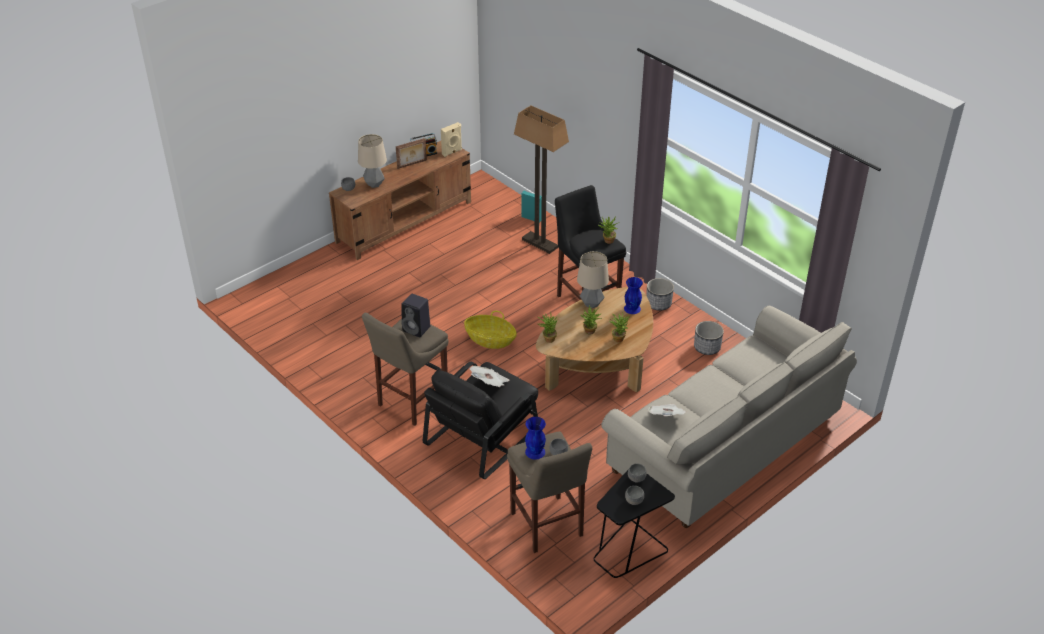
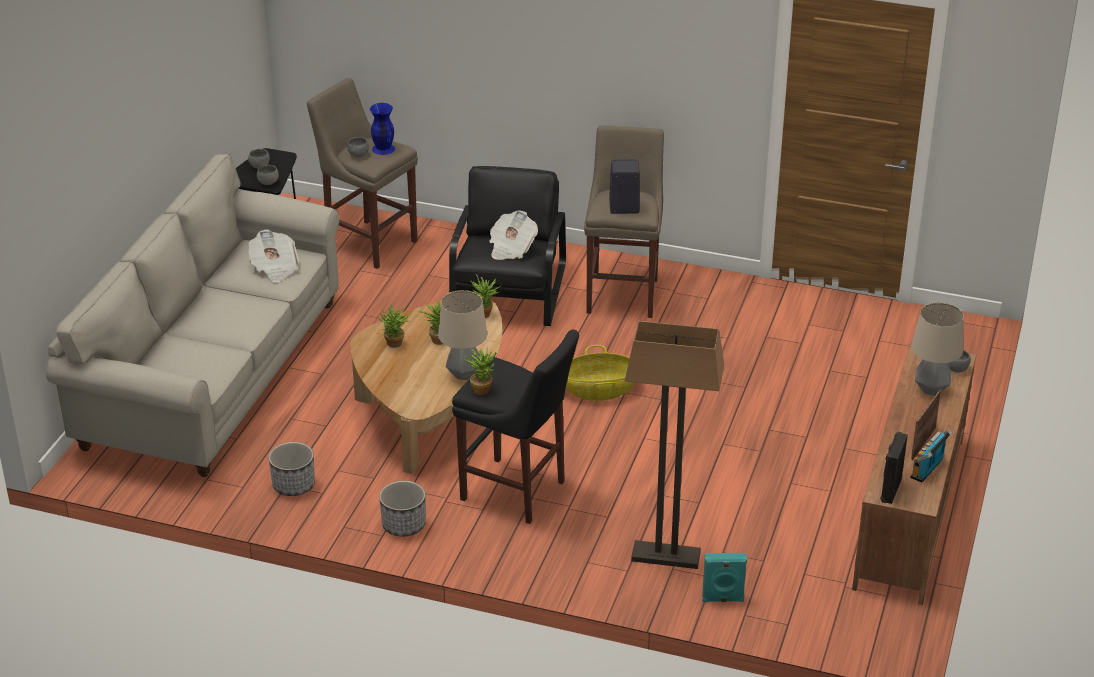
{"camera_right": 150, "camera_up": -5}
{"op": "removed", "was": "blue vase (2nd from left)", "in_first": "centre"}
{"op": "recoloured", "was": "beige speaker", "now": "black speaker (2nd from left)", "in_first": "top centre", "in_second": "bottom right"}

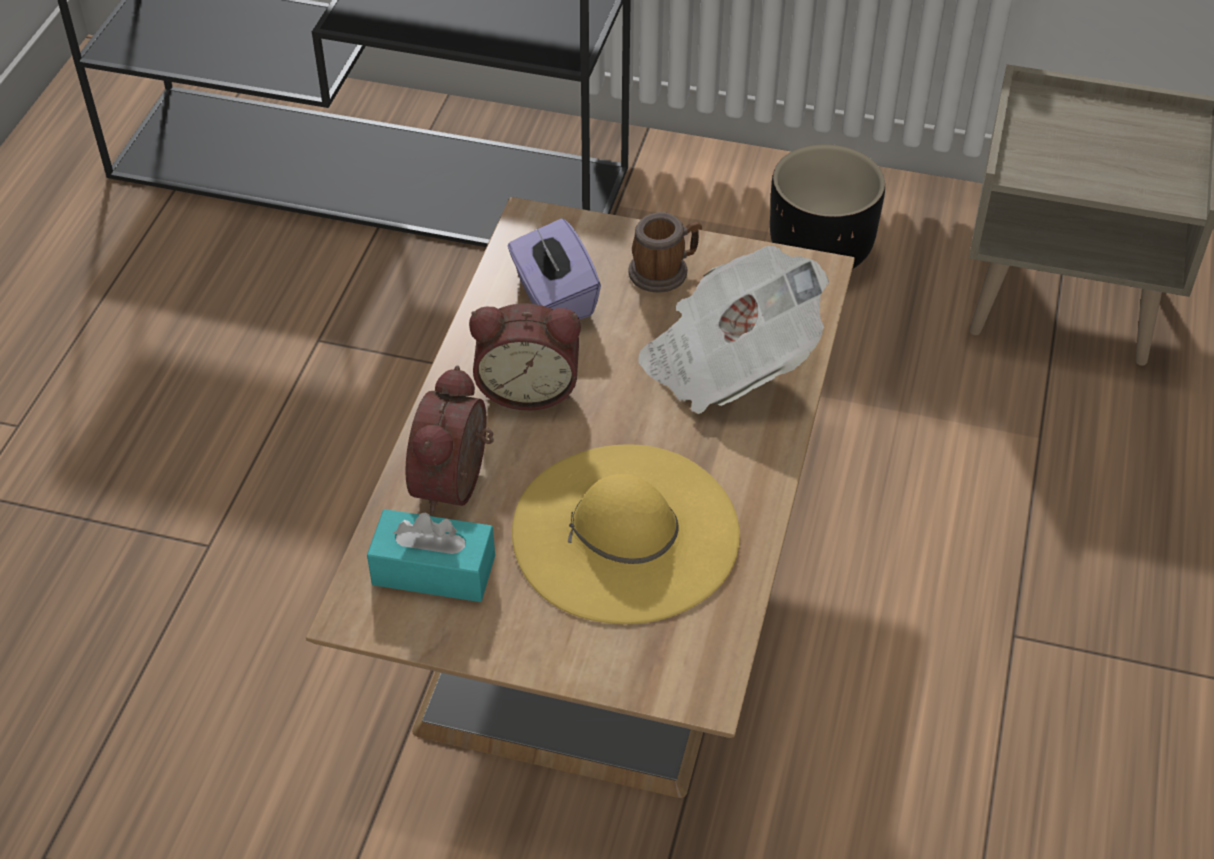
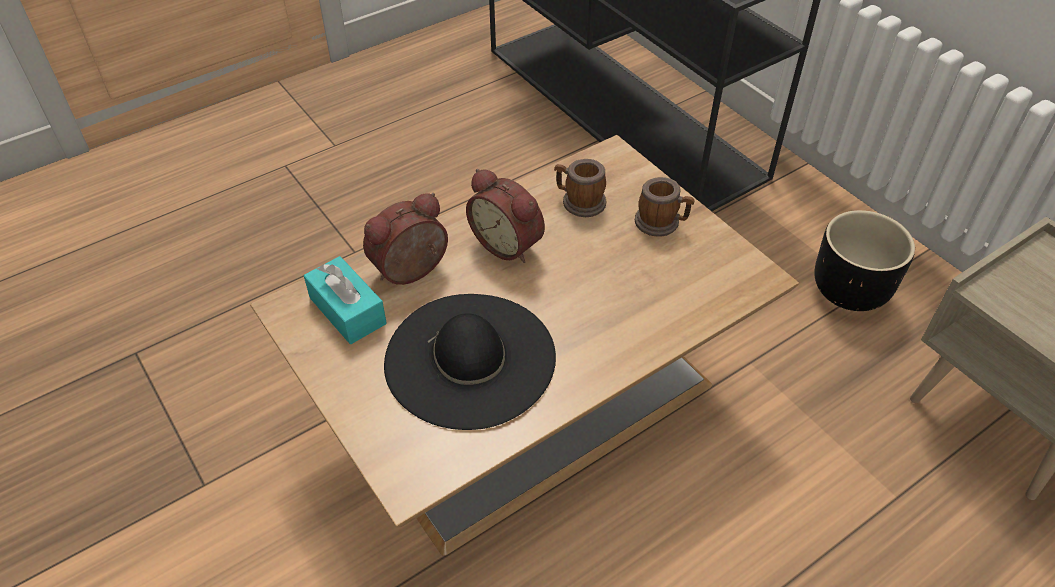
{"camera_right": 40, "camera_up": 0}
{"op": "removed", "was": "newspaper", "in_first": "centre"}
{"op": "replaced", "was": "purple tissue box", "now": "mug (1st from left)", "in_first": "top centre", "in_second": "top centre"}
{"op": "recoloured", "was": "yellow hat", "now": "black hat", "in_first": "centre", "in_second": "centre"}

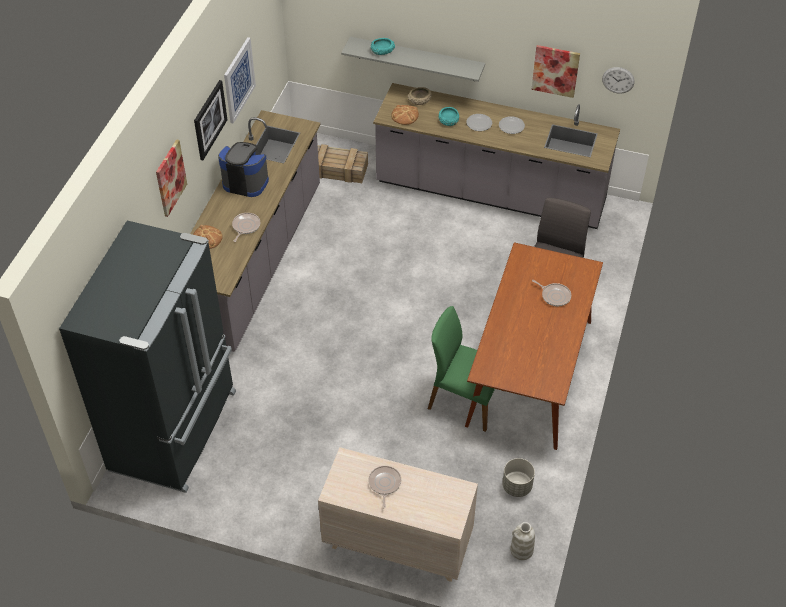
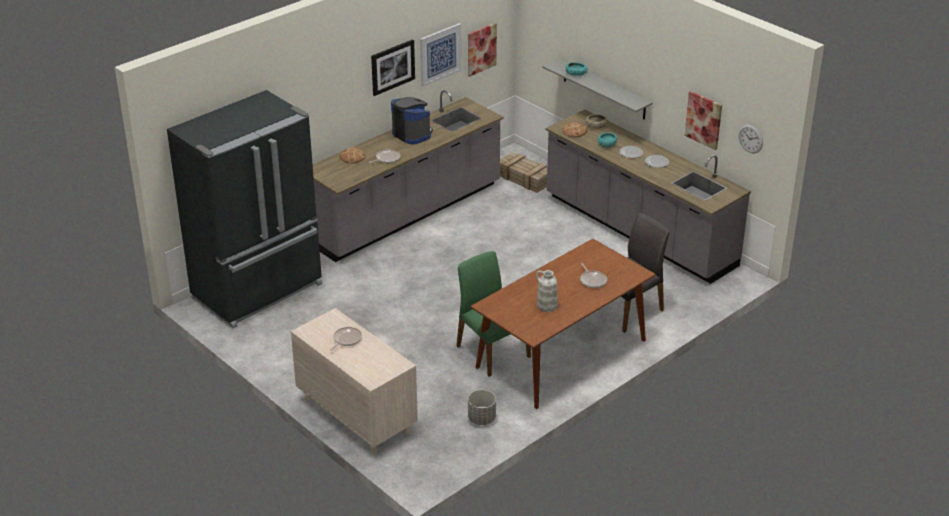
{"camera_right": 30, "camera_up": -15}
{"op": "moved", "was": "picture (1st from left in the first image)", "now": "picture (3rd from left)", "in_first": "top left", "in_second": "top centre"}
{"op": "moved", "was": "white vase", "in_first": "bottom centre", "in_second": "centre"}

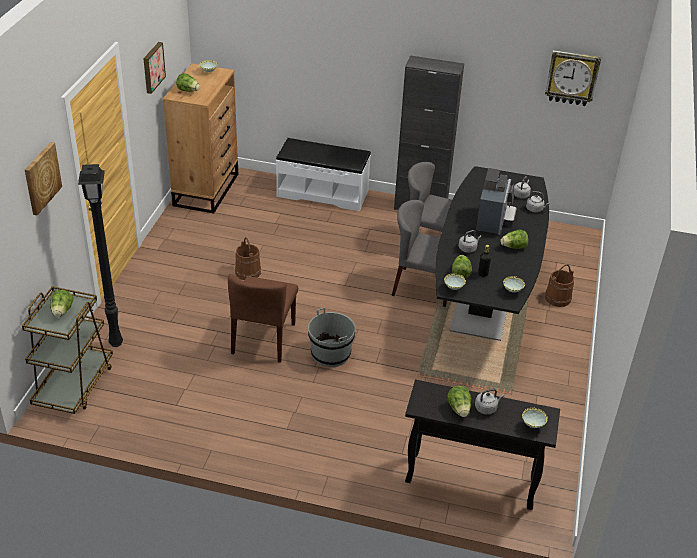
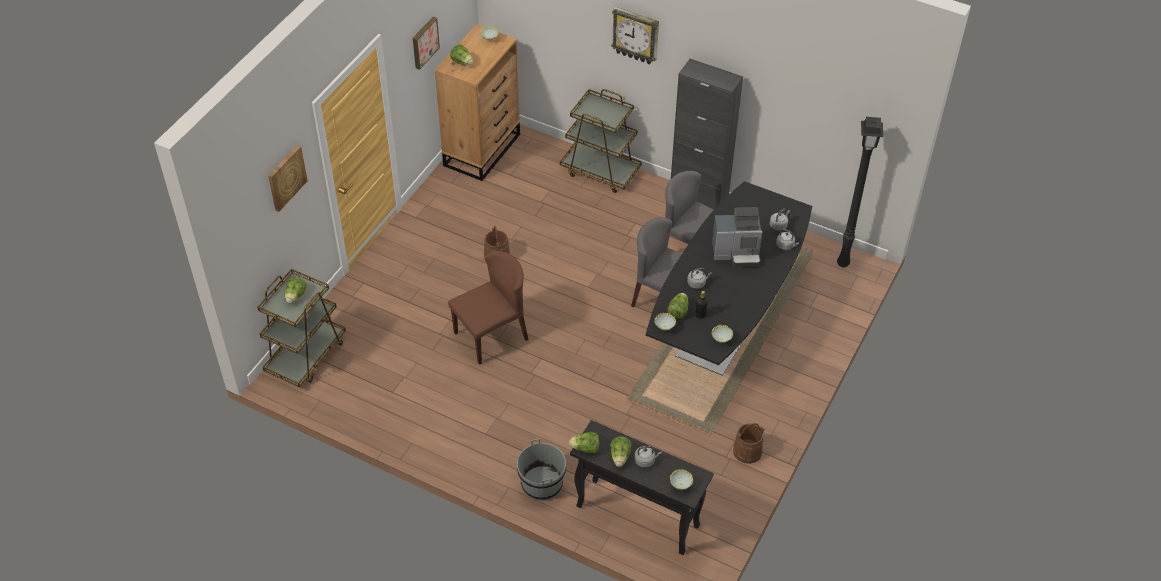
{"camera_right": 15, "camera_up": 10}
{"op": "moved", "was": "black floor lamp", "in_first": "middle left", "in_second": "top right"}
{"op": "moved", "was": "grey bucket", "in_first": "centre", "in_second": "bottom centre"}
{"op": "moved", "was": "lettuce (5th from left in the first image)", "now": "lettuce (3rd from left)", "in_first": "middle right", "in_second": "bottom centre"}
{"op": "moved", "was": "wall clock", "in_first": "top right", "in_second": "top centre"}
{"op": "moved", "was": "brown bucket (2nd from left)", "in_first": "middle right", "in_second": "bottom centre"}
{"op": "replaced", "was": "white bench", "now": "brown cart (2nd from left)", "in_first": "top centre", "in_second": "top centre"}
{"op": "turned", "was": "brown chair", "in_first": "centre", "in_second": "centre", "clockwise": -150}
{"op": "turned", "was": "coffee machine", "in_first": "middle right", "in_second": "centre", "clockwise": 60}

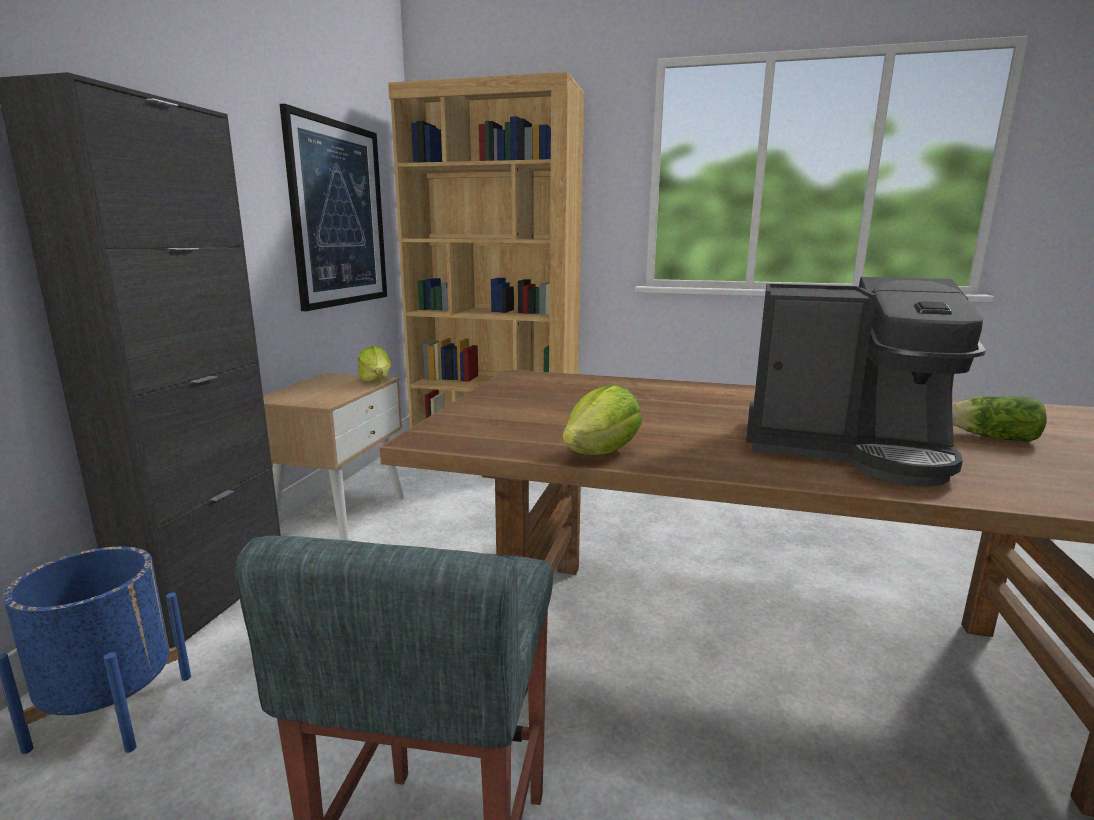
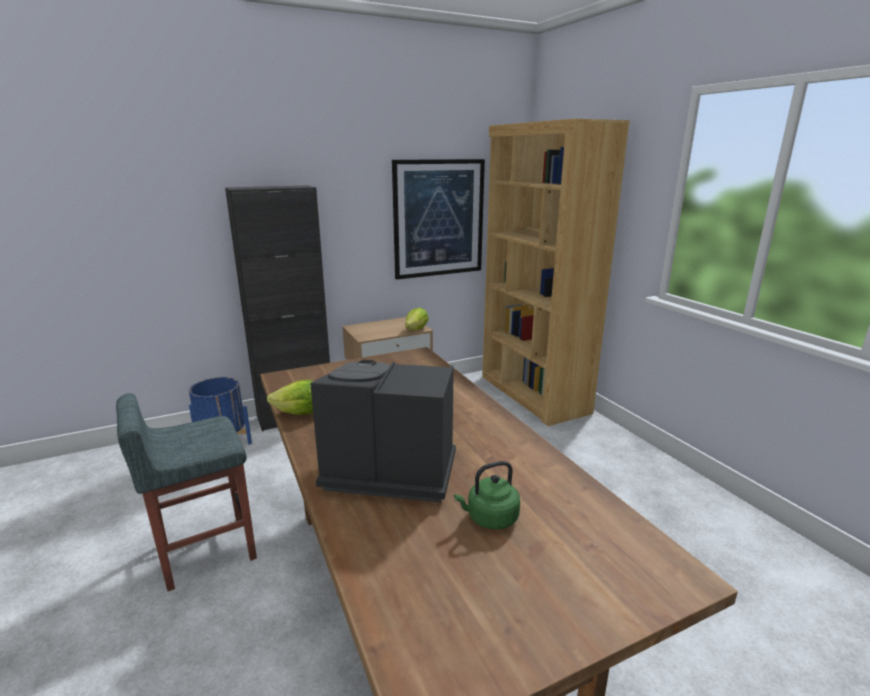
{"camera_right": 50, "camera_up": 5}
{"op": "replaced", "was": "lettuce (3rd from left)", "now": "green kettle", "in_first": "middle right", "in_second": "bottom centre"}
{"op": "turned", "was": "coffee machine", "in_first": "middle right", "in_second": "centre", "clockwise": 120}

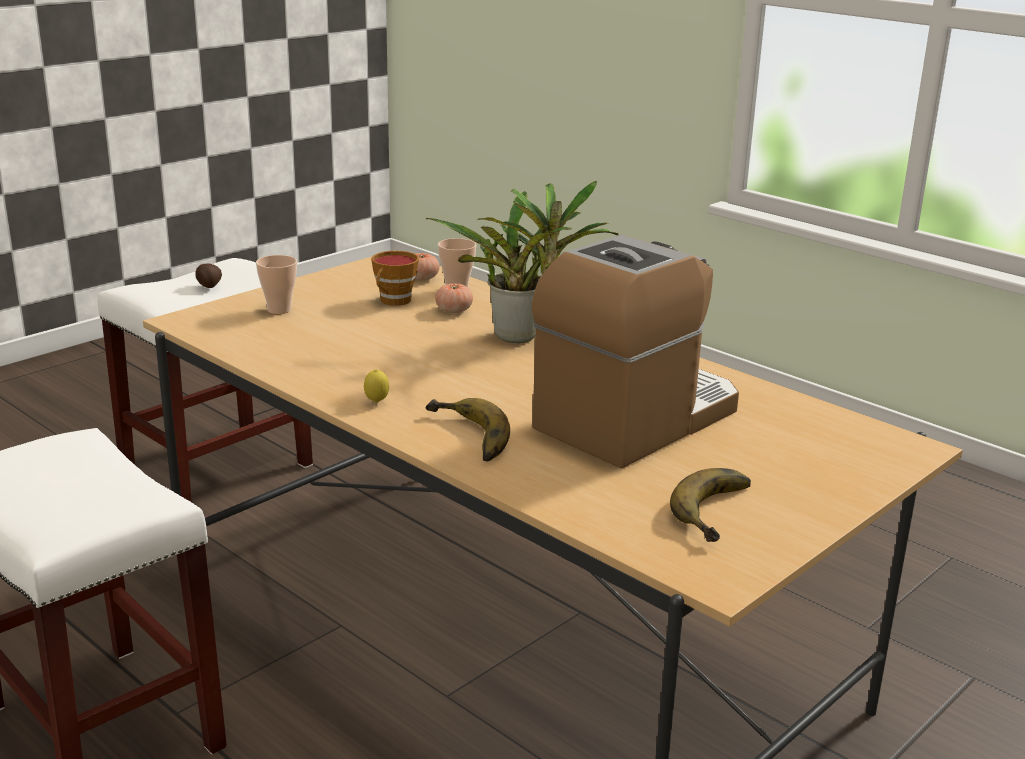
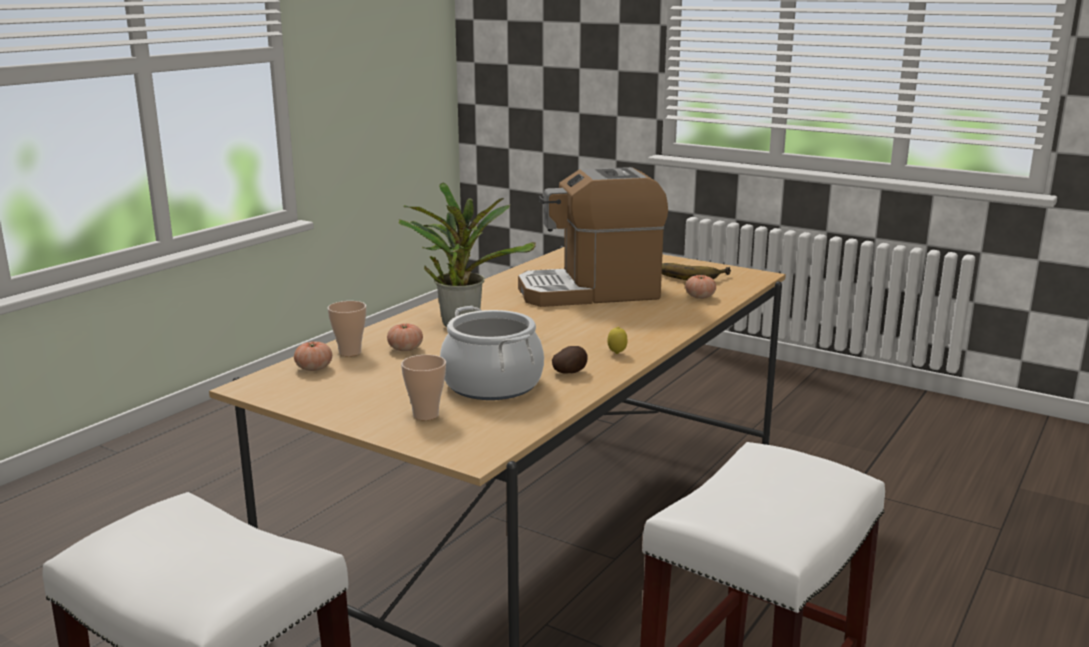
{"camera_right": -100, "camera_up": -5}
{"op": "removed", "was": "cup (2nd from left)", "in_first": "centre"}
{"op": "removed", "was": "banana (1st from left)", "in_first": "centre"}
{"op": "added", "now": "cooking pot", "in_second": "centre"}
{"op": "added", "now": "tomato (3rd from left)", "in_second": "centre"}
{"op": "moved", "was": "potato", "in_first": "middle left", "in_second": "centre"}
{"op": "turned", "was": "coffee machine", "in_first": "centre", "in_second": "centre", "clockwise": -45}

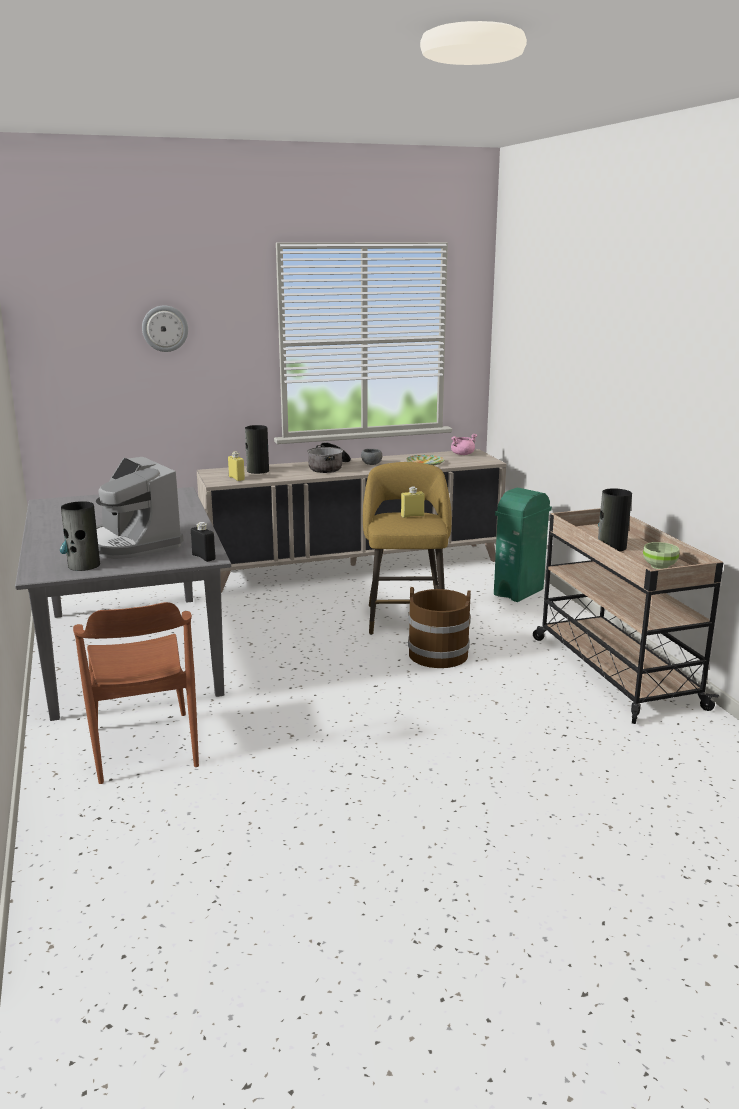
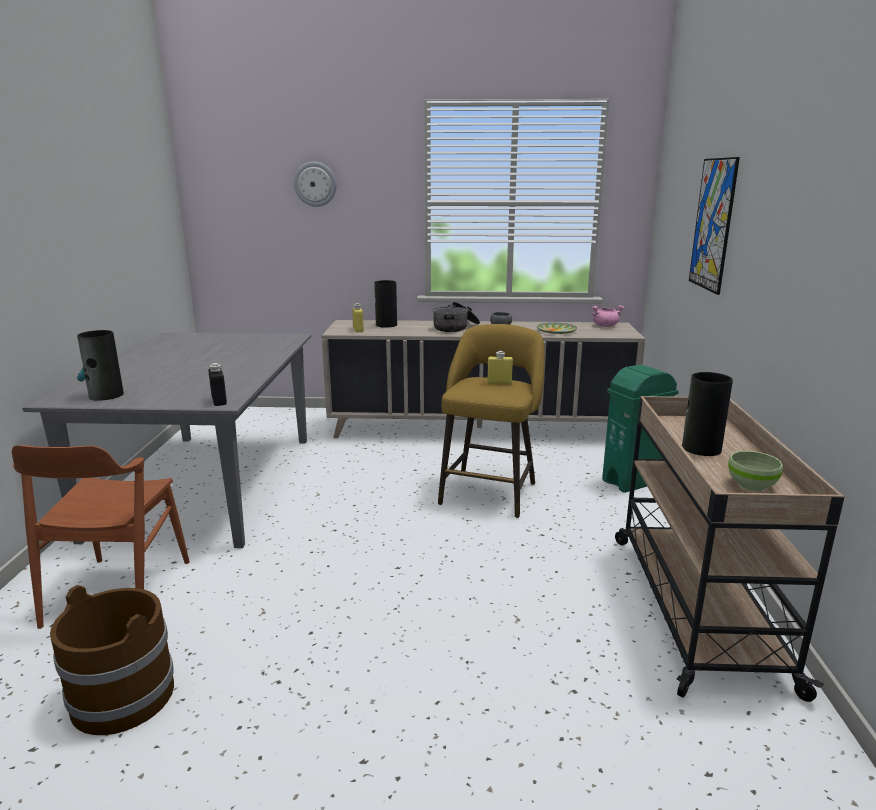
{"camera_right": 20, "camera_up": 0}
{"op": "removed", "was": "coffee machine", "in_first": "middle left"}
{"op": "added", "now": "picture", "in_second": "top right"}
{"op": "moved", "was": "brown bucket", "in_first": "centre", "in_second": "bottom left"}

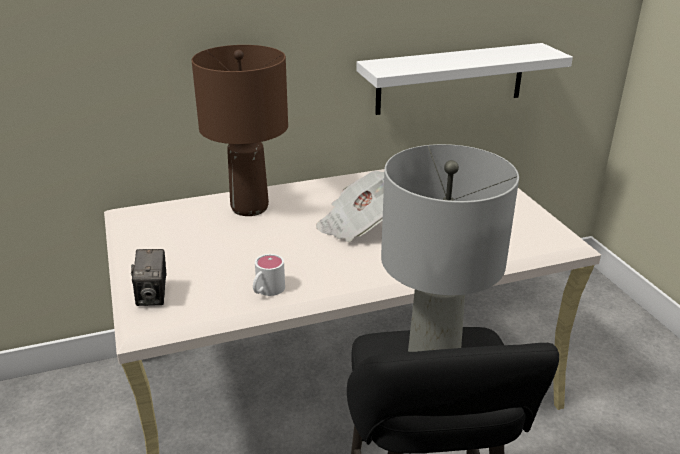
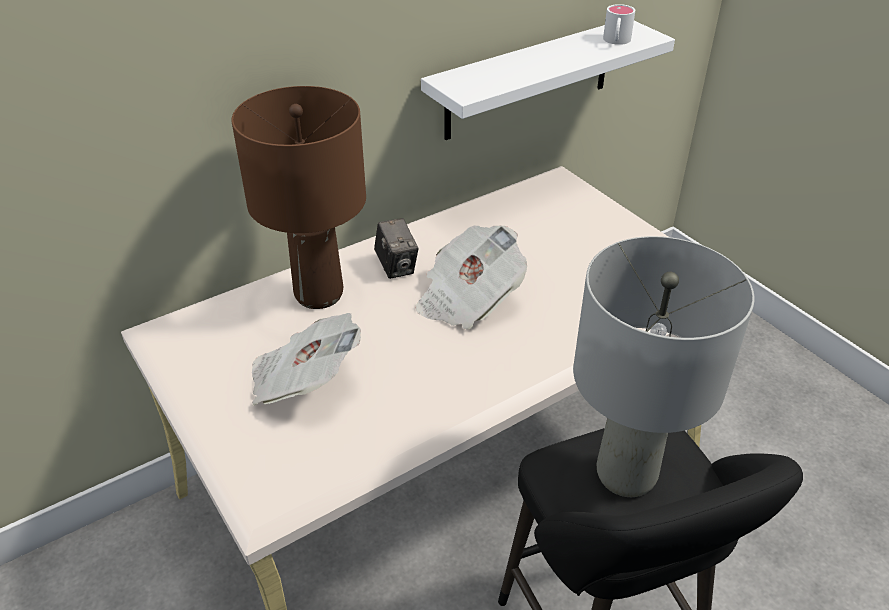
{"camera_right": -15, "camera_up": 10}
{"op": "added", "now": "newspaper (1st from left)", "in_second": "centre"}
{"op": "moved", "was": "photo camera", "in_first": "middle left", "in_second": "centre"}
{"op": "moved", "was": "white mug", "in_first": "centre", "in_second": "top right"}

